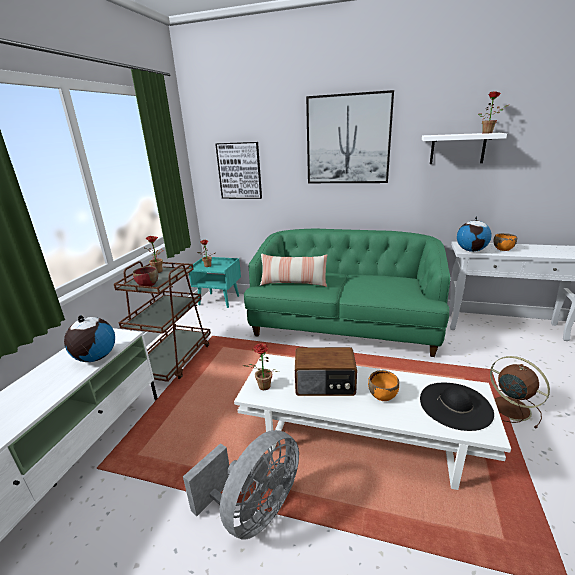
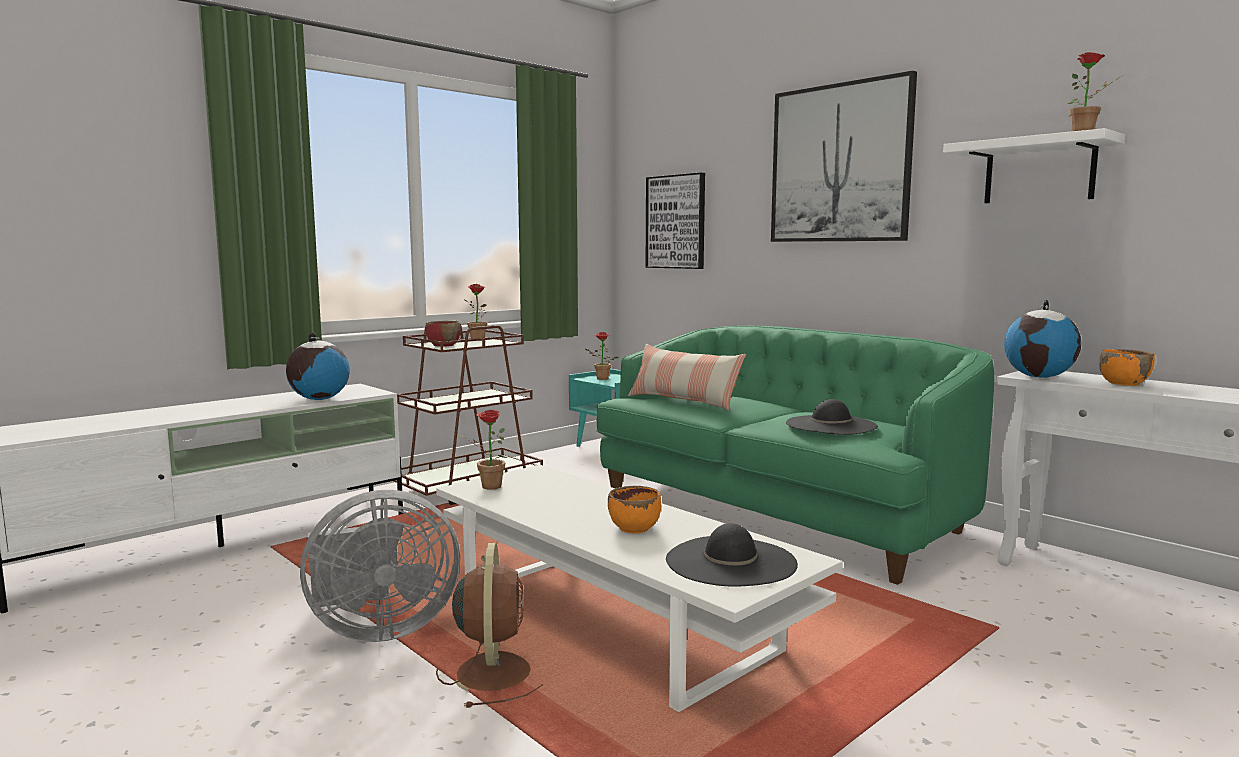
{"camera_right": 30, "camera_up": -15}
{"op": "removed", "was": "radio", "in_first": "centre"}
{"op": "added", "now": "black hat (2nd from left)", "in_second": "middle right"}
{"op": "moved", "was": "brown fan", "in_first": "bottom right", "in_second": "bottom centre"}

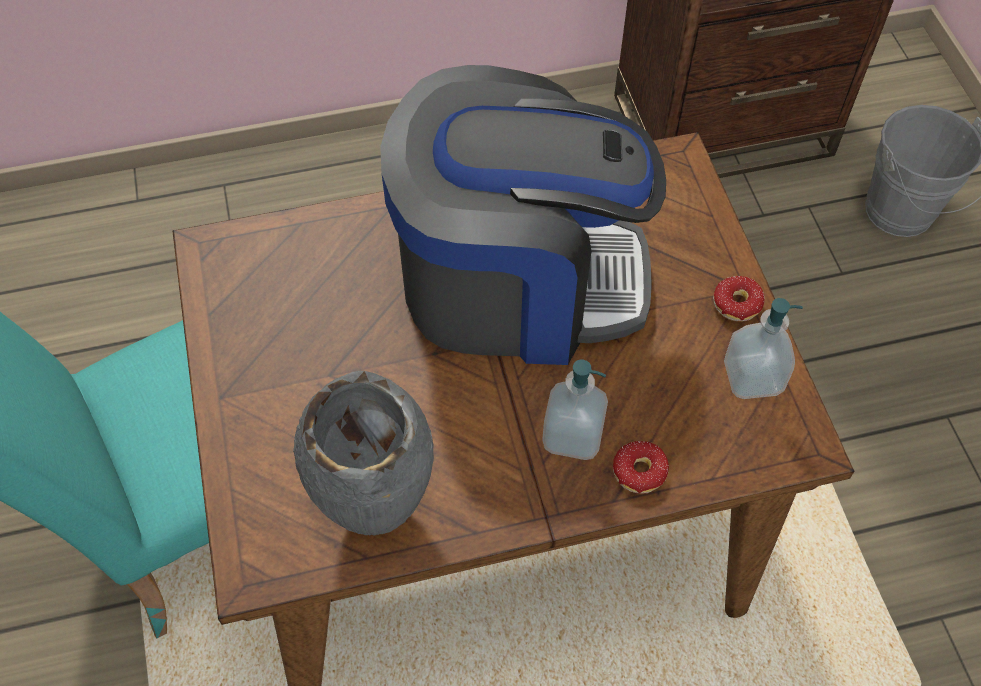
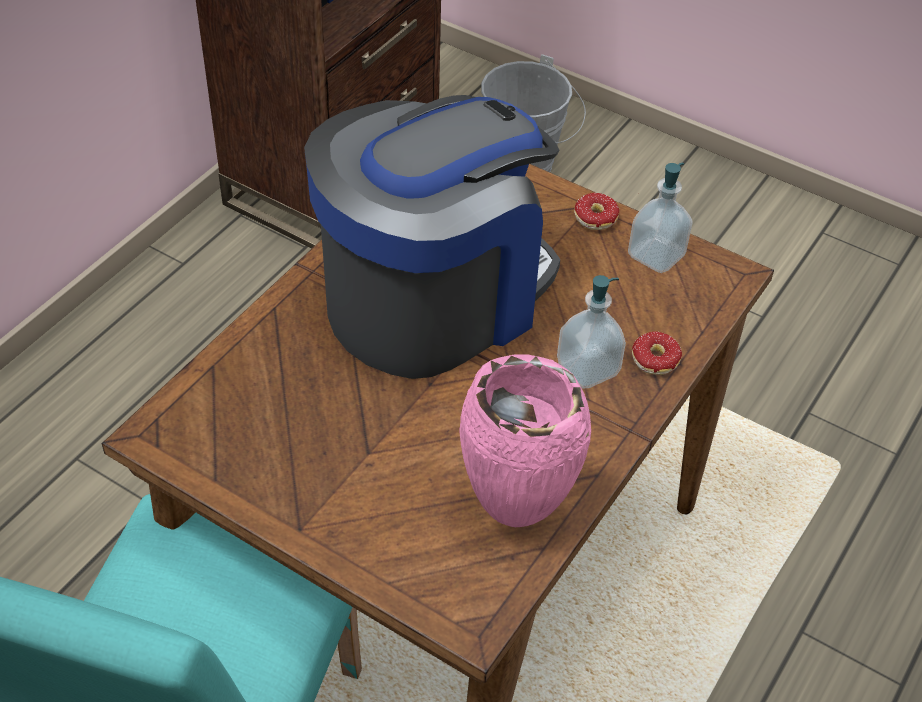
{"camera_right": -45, "camera_up": -10}
{"op": "recoloured", "was": "grey vase", "now": "pink vase", "in_first": "centre", "in_second": "centre"}

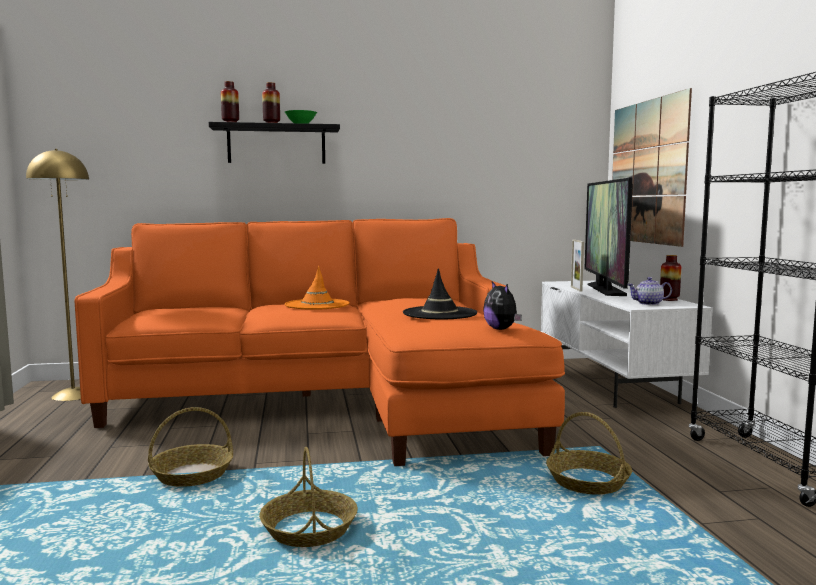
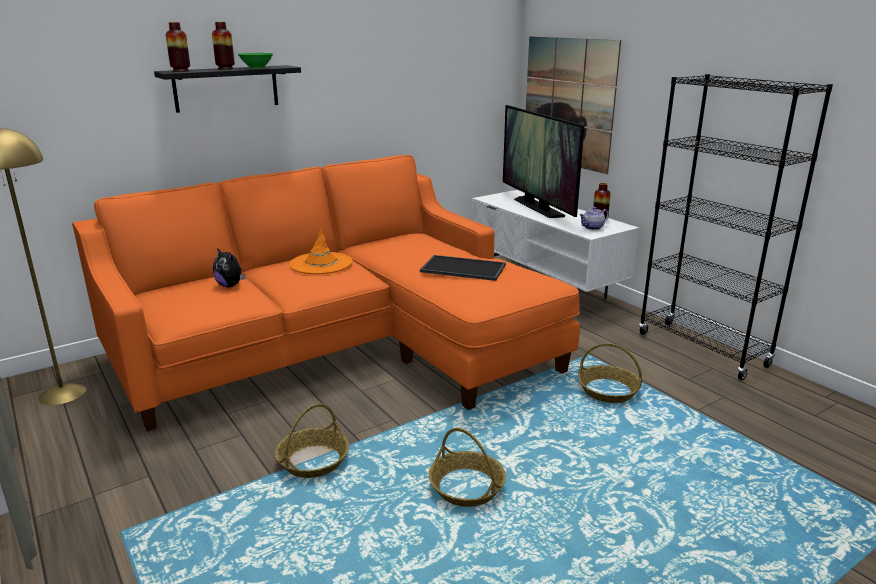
{"camera_right": -25, "camera_up": 15}
{"op": "removed", "was": "picture frame", "in_first": "middle right"}
{"op": "moved", "was": "plush toy", "in_first": "centre", "in_second": "middle left"}
{"op": "replaced", "was": "black hat", "now": "tray", "in_first": "centre", "in_second": "centre"}

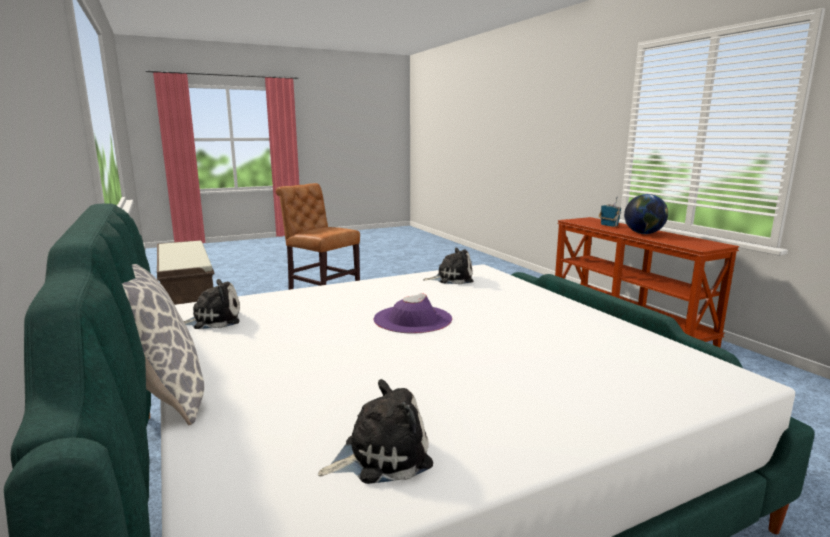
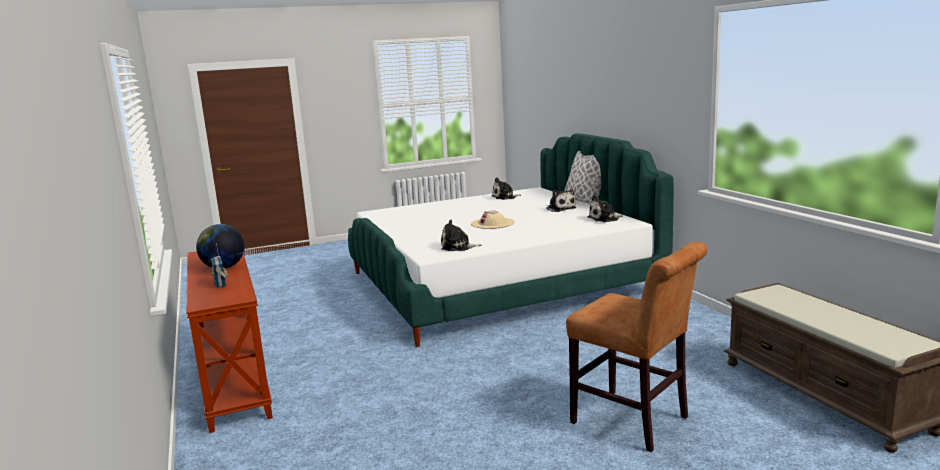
{"camera_right": -175, "camera_up": 0}
{"op": "added", "now": "plush toy (3rd from left)", "in_second": "centre"}
{"op": "recoloured", "was": "purple hat", "now": "beige hat", "in_first": "centre", "in_second": "centre"}

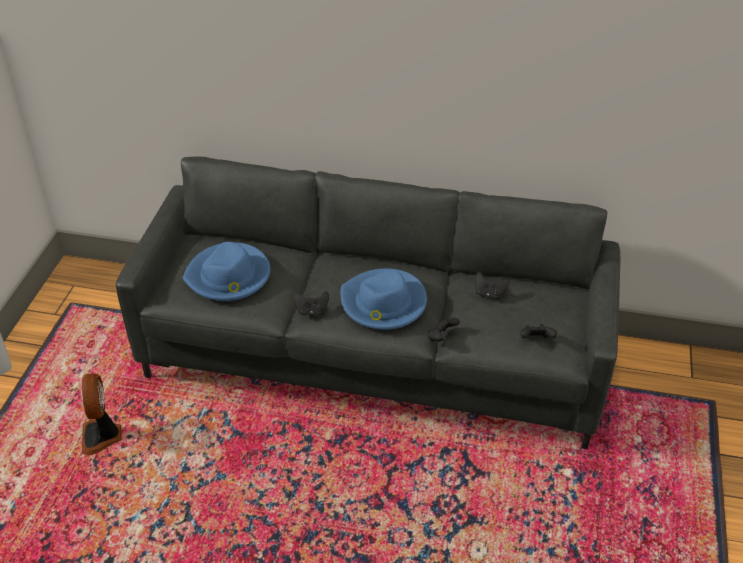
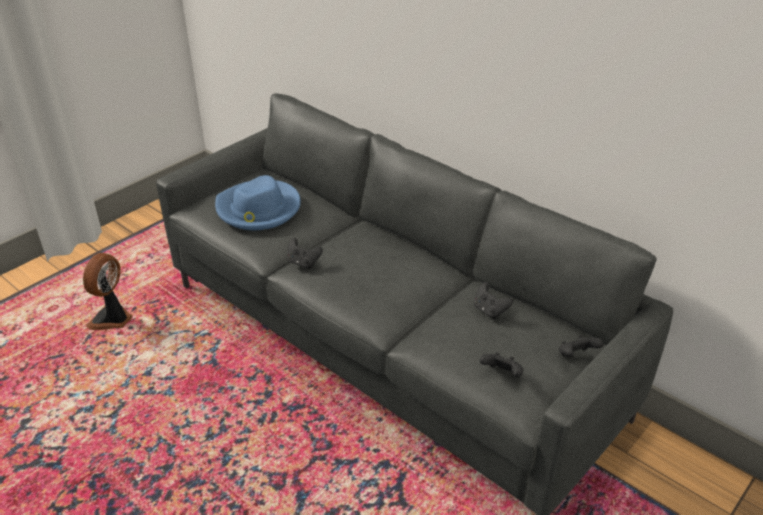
{"camera_right": 30, "camera_up": -5}
{"op": "removed", "was": "blue hat (2nd from left)", "in_first": "centre"}
{"op": "moved", "was": "black game controller (2nd from left in the first image)", "now": "black game controller (4th from left)", "in_first": "centre", "in_second": "bottom right"}

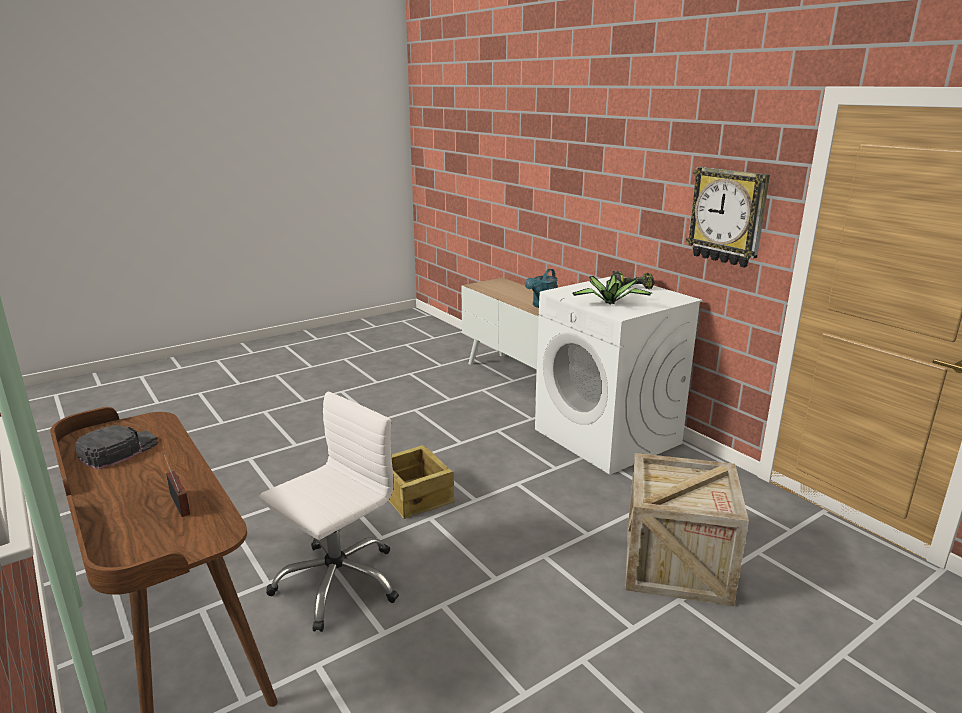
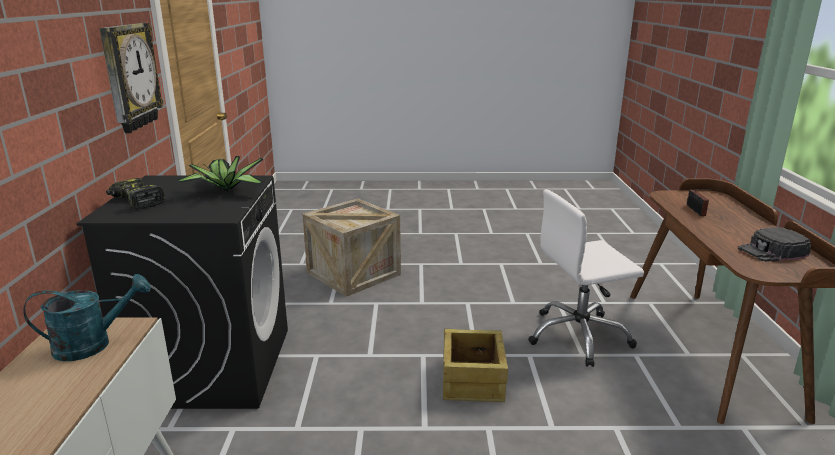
{"camera_right": -145, "camera_up": 0}
{"op": "recoloured", "was": "white washing machine", "now": "black washing machine", "in_first": "centre", "in_second": "middle left"}

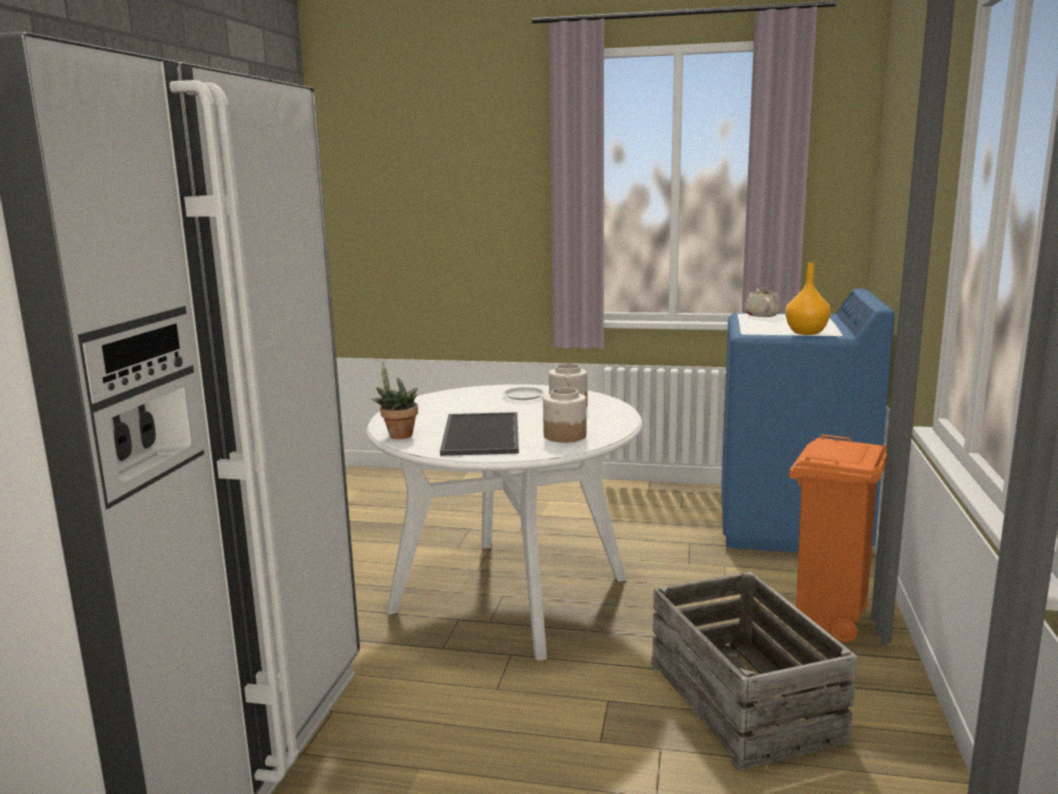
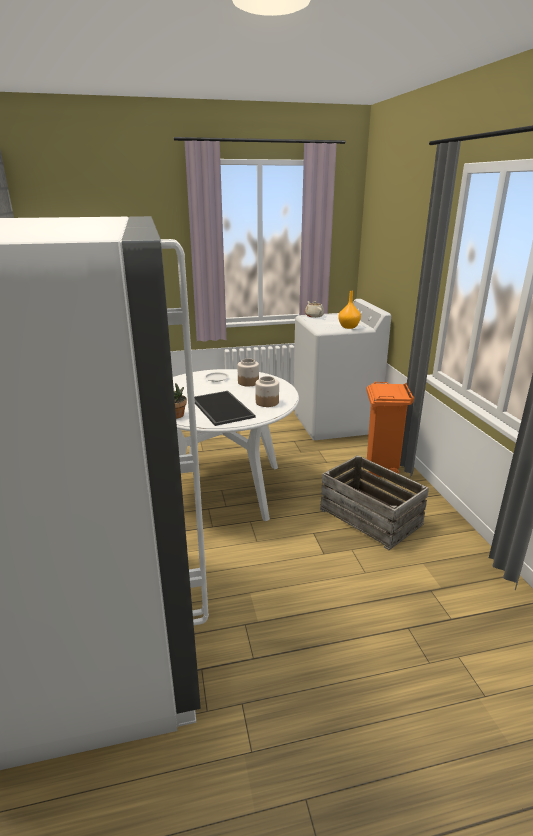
{"camera_right": -25, "camera_up": 10}
{"op": "recoloured", "was": "blue washing machine", "now": "white washing machine", "in_first": "middle right", "in_second": "centre"}

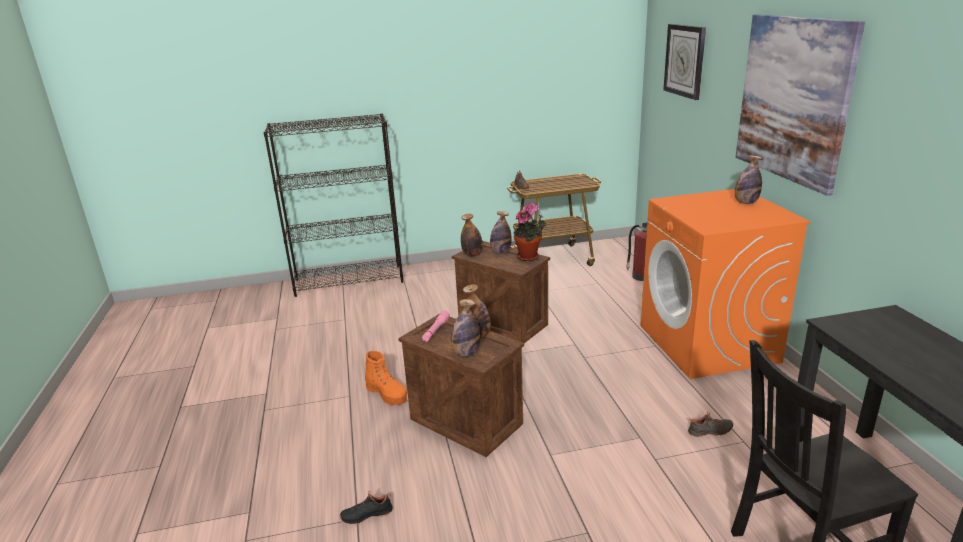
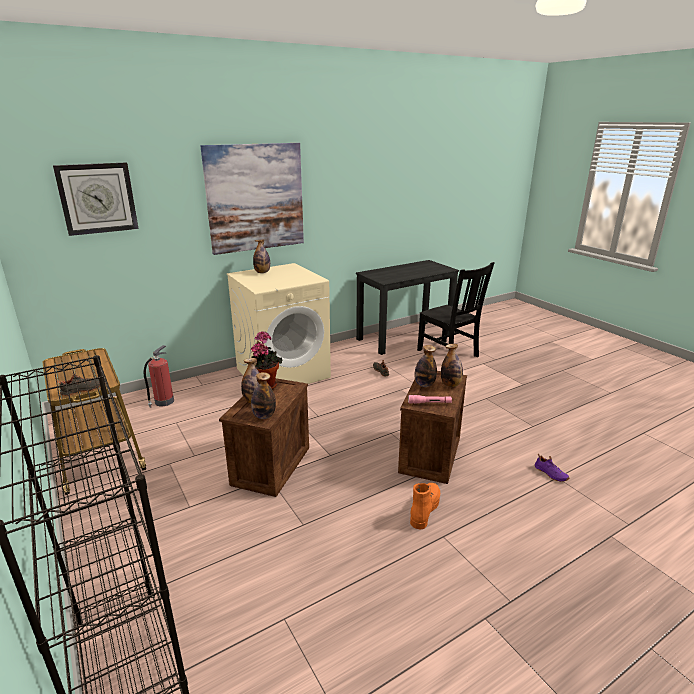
{"camera_right": -110, "camera_up": 0}
{"op": "recoloured", "was": "black shoe (1st from left)", "now": "purple shoe", "in_first": "bottom centre", "in_second": "bottom right"}
{"op": "recoloured", "was": "orange washing machine", "now": "beige washing machine", "in_first": "middle right", "in_second": "centre"}

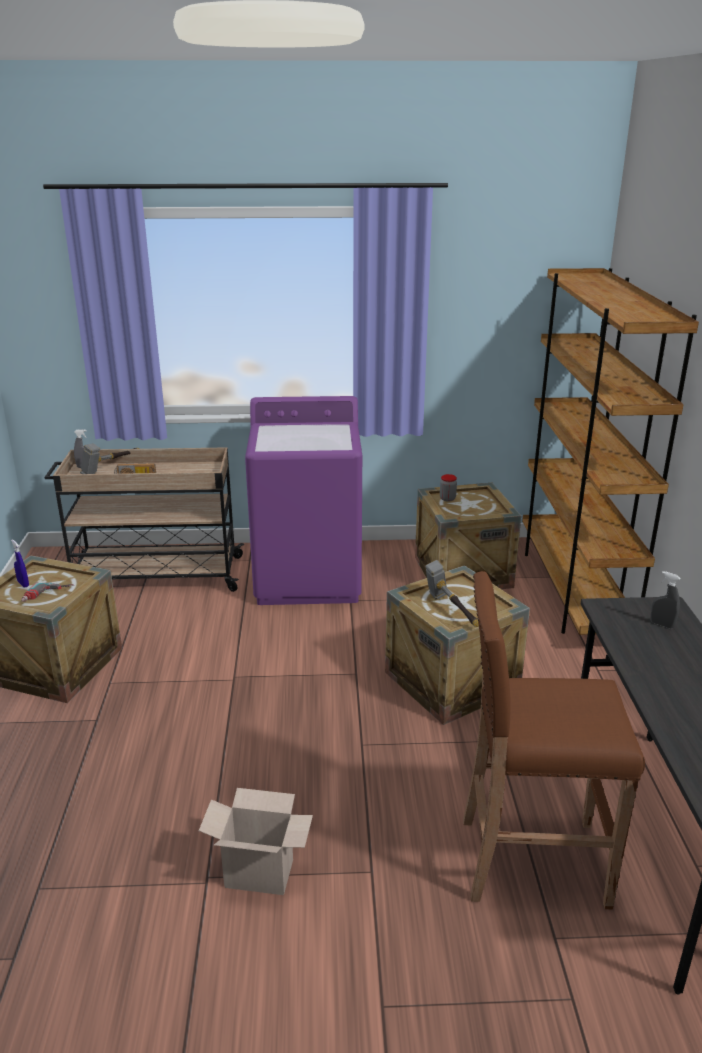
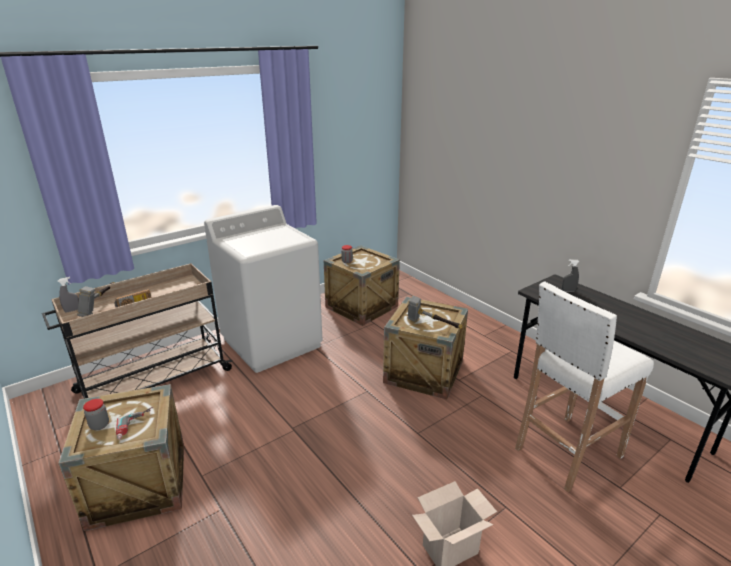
{"camera_right": -35, "camera_up": 0}
{"op": "removed", "was": "brown bookcase", "in_first": "middle right"}
{"op": "replaced", "was": "blue spray bottle", "now": "jar (1st from left)", "in_first": "middle left", "in_second": "bottom left"}
{"op": "recoloured", "was": "purple washing machine", "now": "white washing machine", "in_first": "centre", "in_second": "centre"}
{"op": "recoloured", "was": "brown stool", "now": "white stool", "in_first": "bottom right", "in_second": "bottom right"}

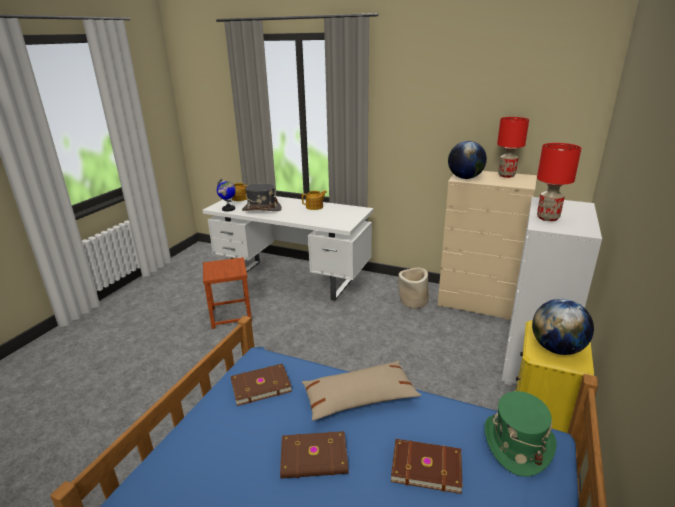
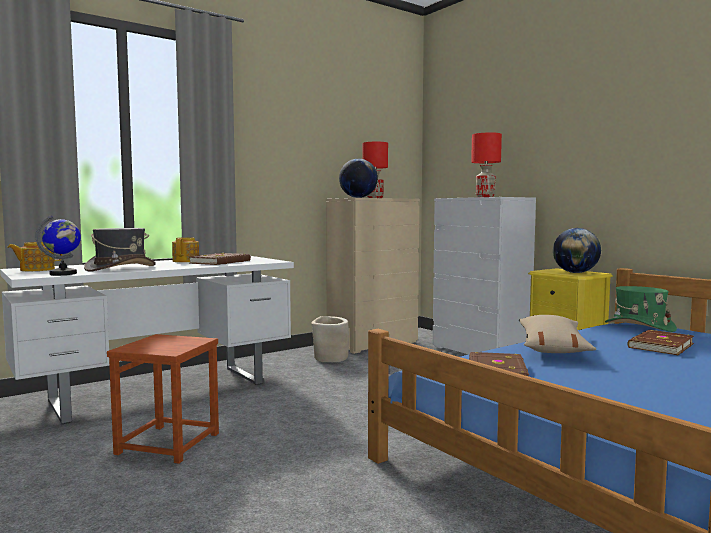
{"camera_right": -60, "camera_up": -20}
{"op": "moved", "was": "brown book (2nd from left in the first image)", "now": "brown book (1st from left)", "in_first": "bottom centre", "in_second": "middle left"}

